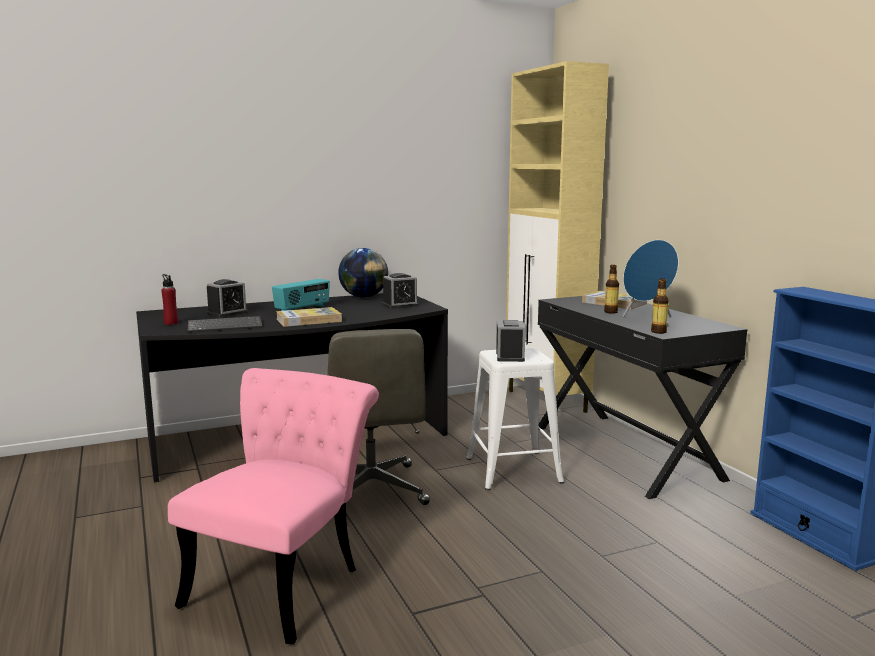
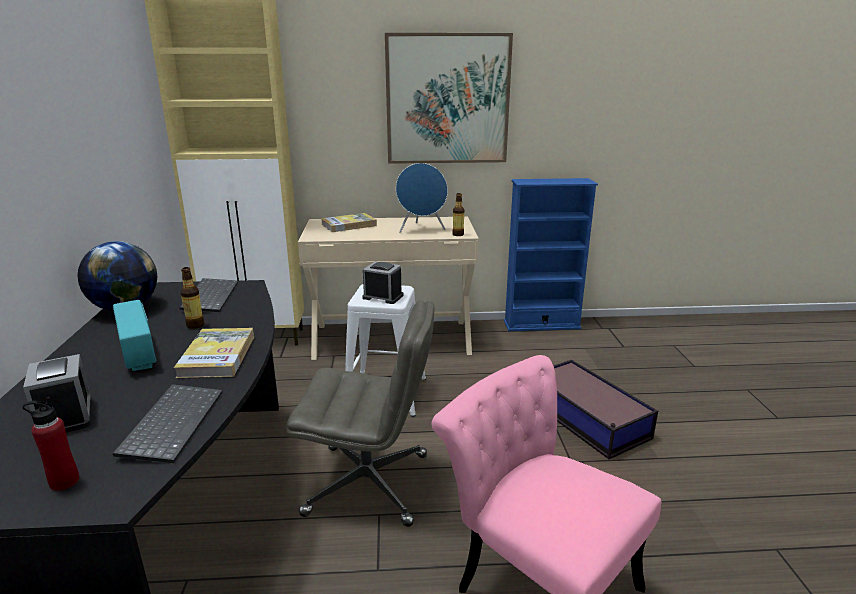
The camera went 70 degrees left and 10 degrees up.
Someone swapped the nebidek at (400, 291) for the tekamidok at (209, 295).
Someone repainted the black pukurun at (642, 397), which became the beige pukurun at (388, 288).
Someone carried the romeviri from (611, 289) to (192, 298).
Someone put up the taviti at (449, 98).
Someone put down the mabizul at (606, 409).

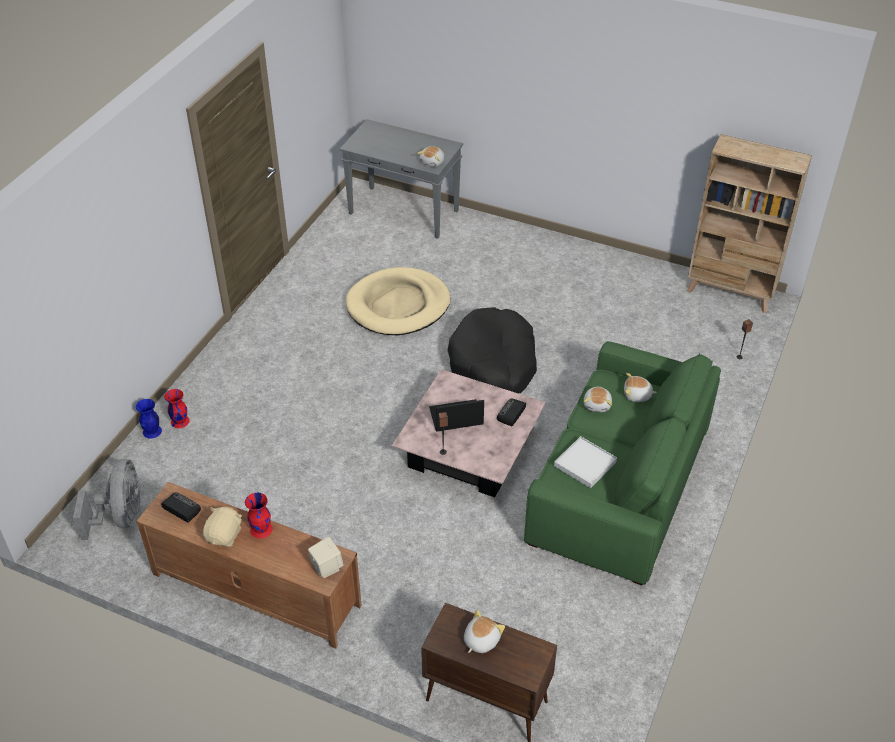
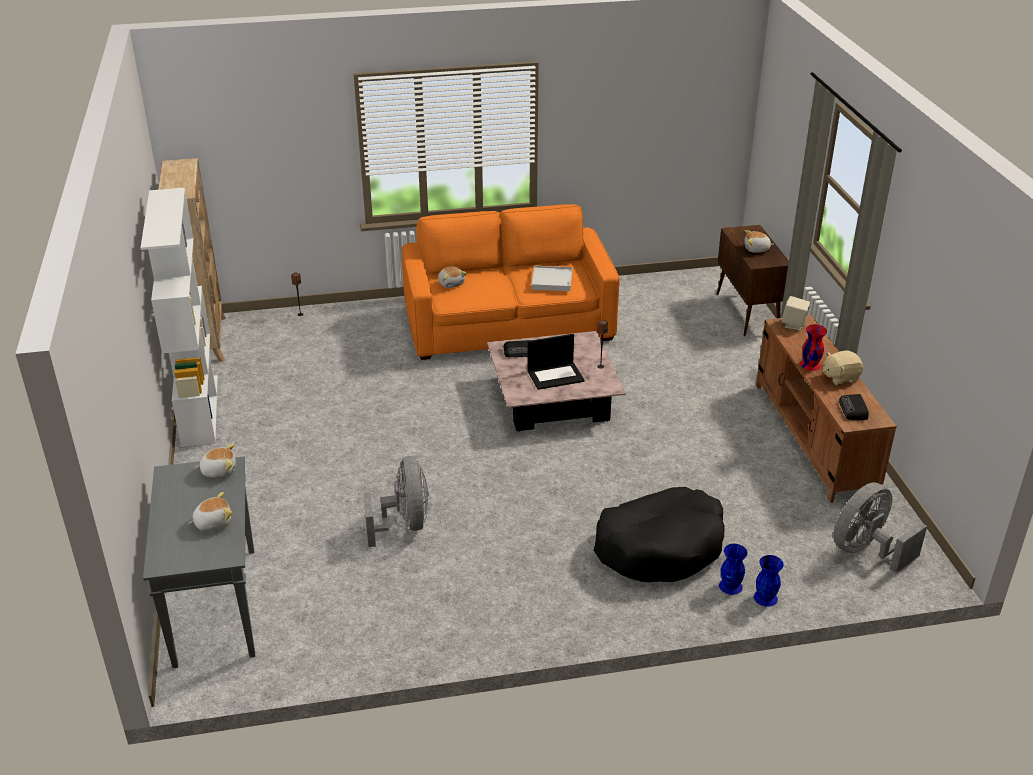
The camera went 125 degrees left and 10 degrees down.
Someone repainted the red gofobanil at (177, 408), which became the blue gofobanil at (733, 569).
Someone swapped the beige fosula at (398, 301) for the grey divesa at (396, 501).
Someone rotated the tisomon at (456, 415) by 60 degrees counterclockwise.
Someone carried the black fosula from (492, 350) to (659, 534).
Someone repainted the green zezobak at (622, 463), which became the orange zezobak at (511, 282).
Someone carried the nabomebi from (598, 399) to (210, 511).
Someone put down the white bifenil at (179, 317).

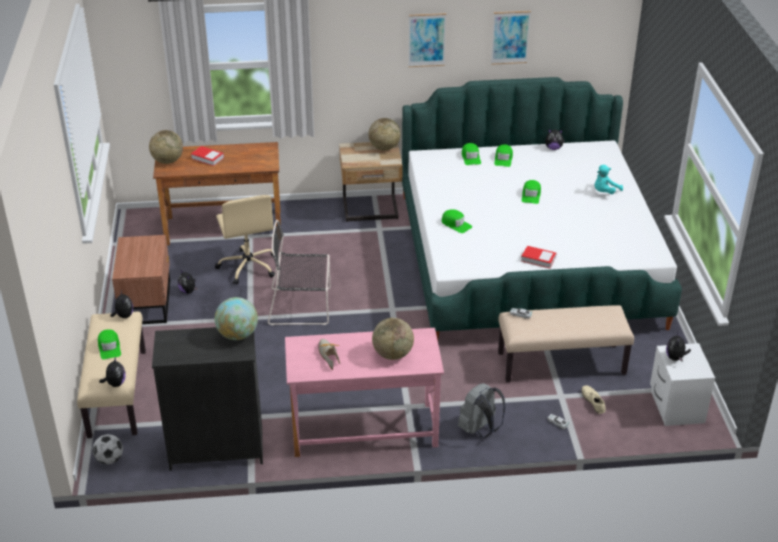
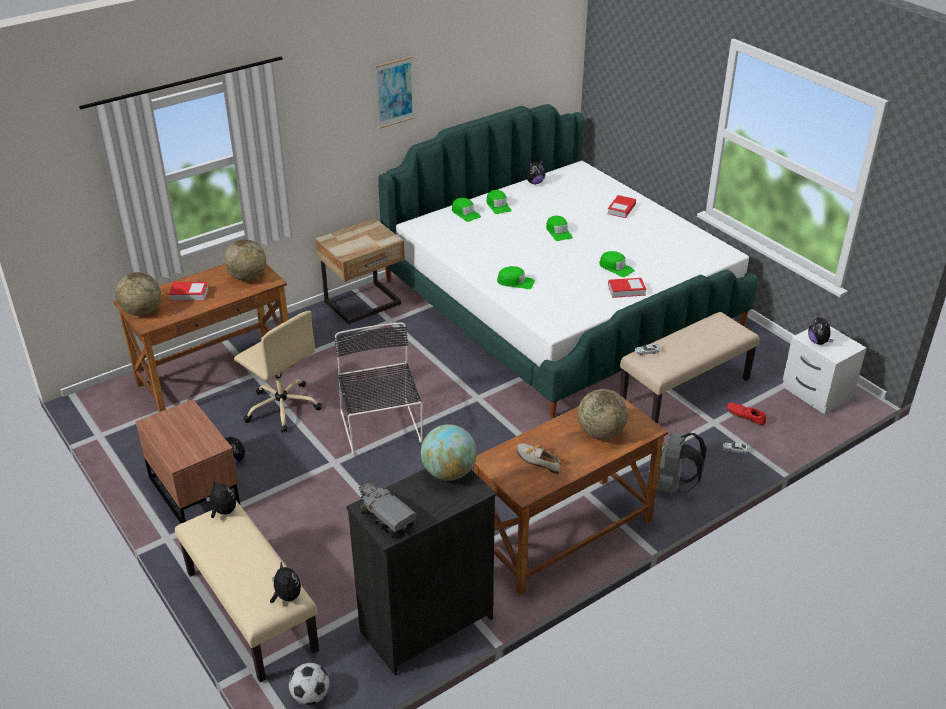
The camera went 30 degrees left and 0 degrees up.
Someone carried the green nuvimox from (109, 344) to (617, 264).
Someone rotated the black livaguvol at (299, 272) by 105 degrees clockwise.
Someone repainted the pink pukurun at (364, 392), which became the brown pukurun at (571, 493).
Someone carried the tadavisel from (384, 134) to (245, 260).
Someone took away the taviti at (511, 38).
Someone repainted the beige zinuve at (594, 399), which became the red zinuve at (746, 414).
Someone swapped the turquoise nabomebi at (608, 179) for the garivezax at (622, 206).
Someone put down the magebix at (387, 510).

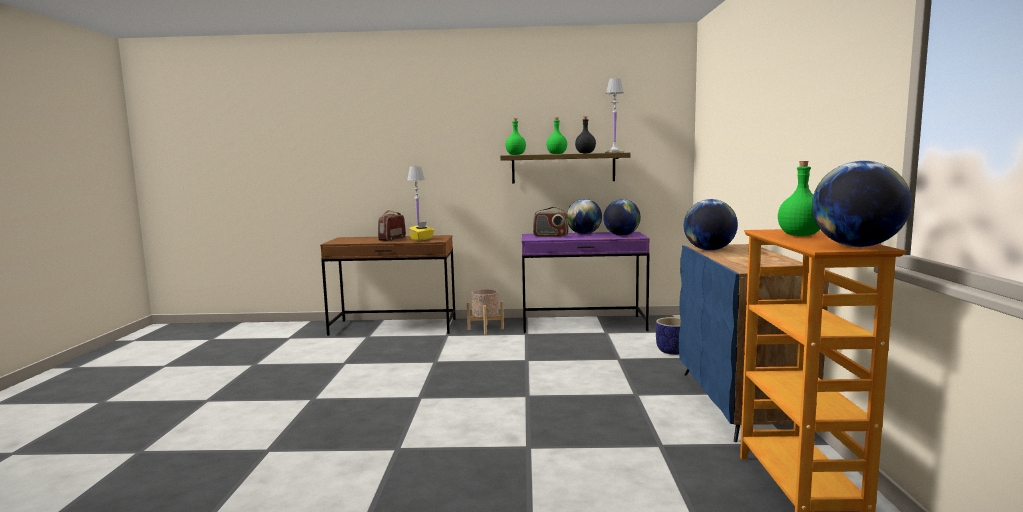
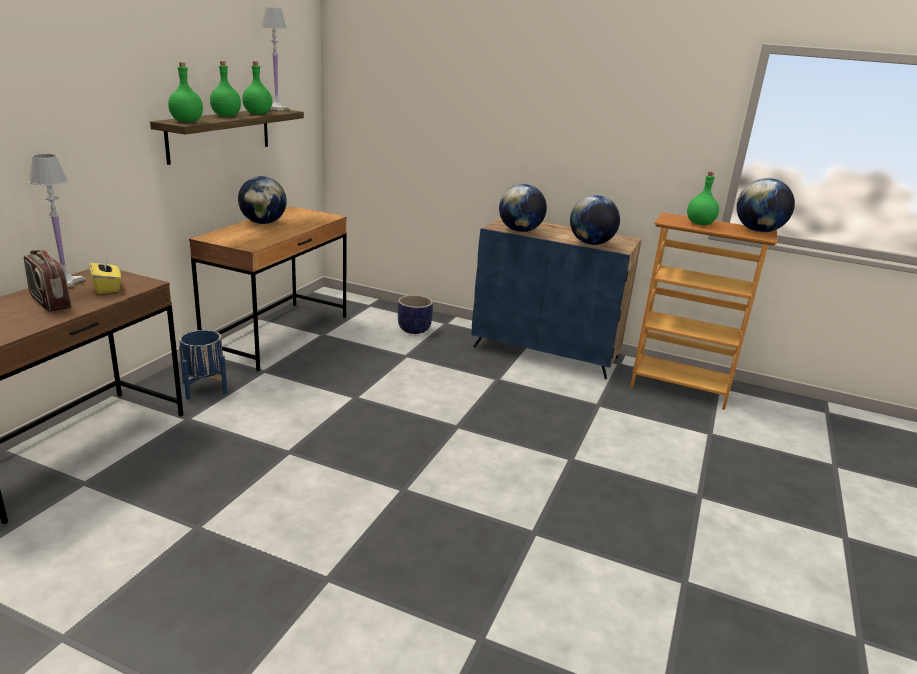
The camera went 70 degrees left and 15 degrees up.
Someone repainted the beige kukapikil at (485, 312), which became the blue kukapikil at (203, 364).
Someone repainted the purple pukurun at (586, 282), which became the brown pukurun at (268, 288).
Someone took away the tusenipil at (551, 222).
Someone repainted the black romeviri at (585, 135), which became the green romeviri at (257, 87).
Someone carried the tadavisel from (622, 217) to (595, 220).

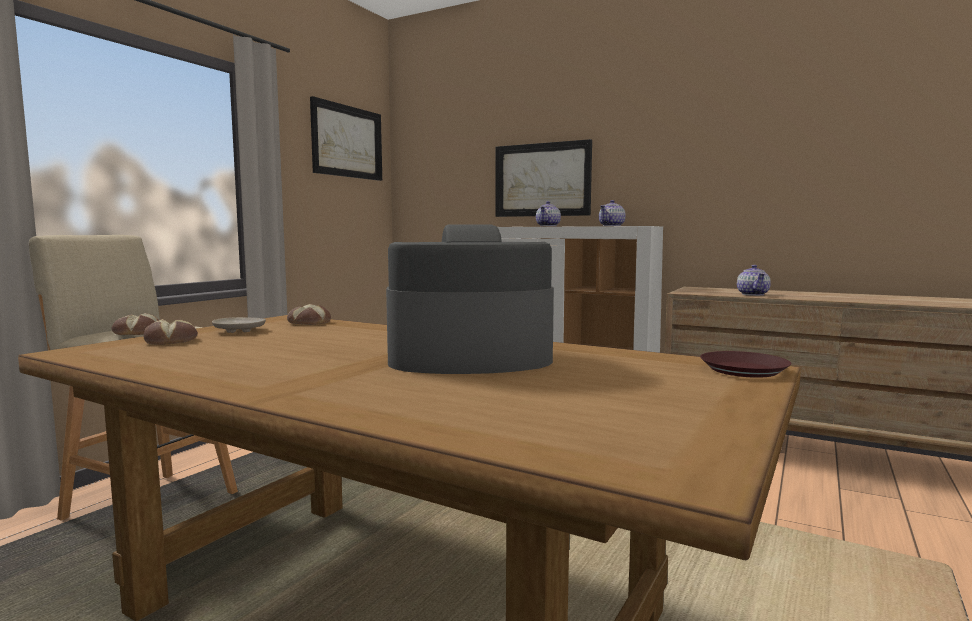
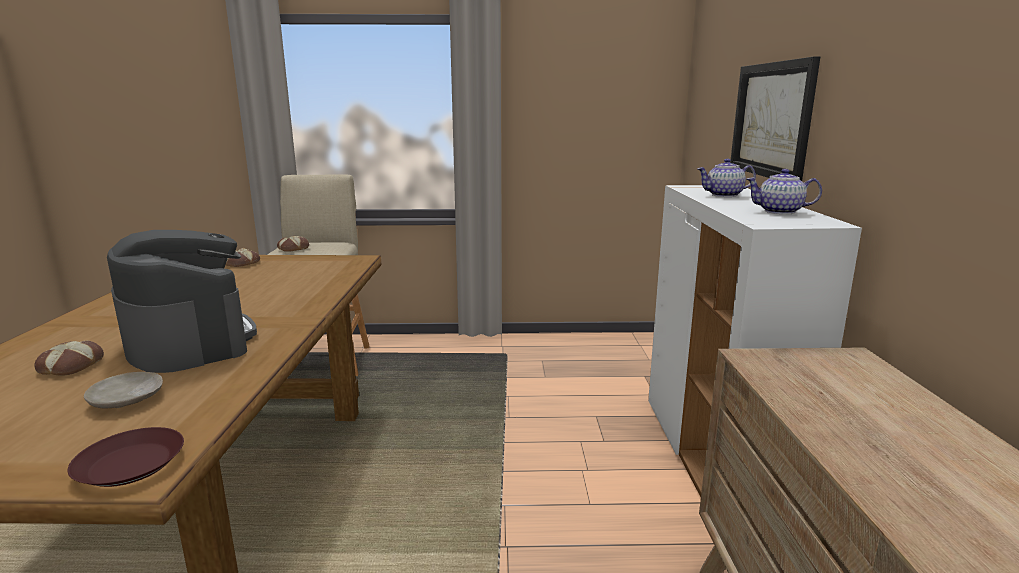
The camera went 60 degrees right and 10 degrees up.
Someone carried the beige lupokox from (239, 325) to (123, 390).
Someone carried the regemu from (309, 314) to (69, 357).
Someone took away the taviti at (346, 138).
Someone took away the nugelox at (754, 280).

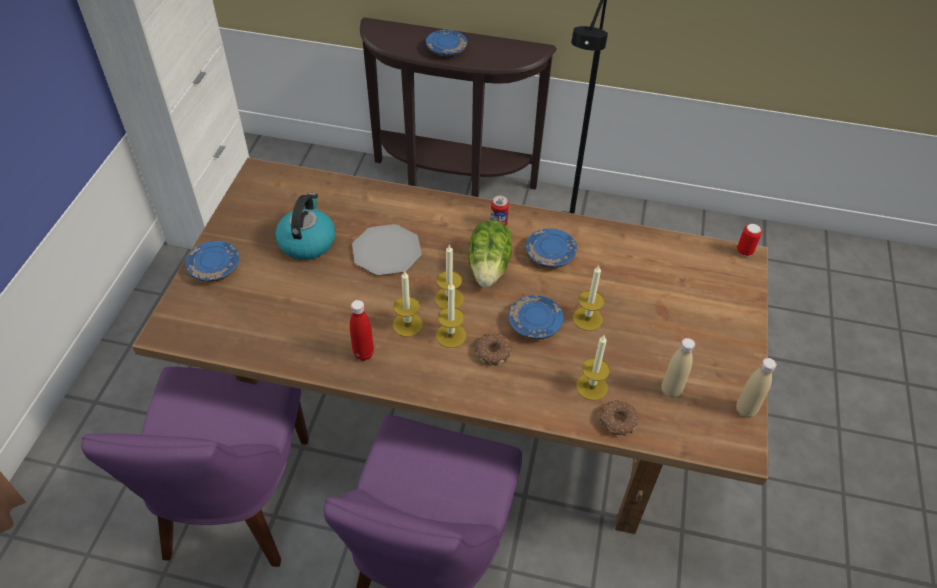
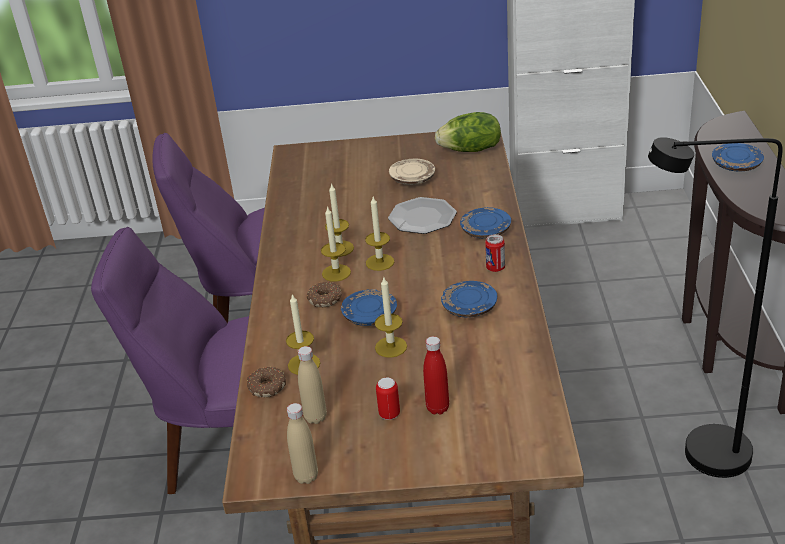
The camera went 80 degrees right and 15 degrees down.
Someone carried the blue lupokox from (212, 261) to (485, 222).
Someone swapped the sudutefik at (305, 226) for the beige lupokox at (412, 171).
Someone carried the red romeviri from (362, 330) to (436, 375).
Someone carried the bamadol from (490, 254) to (468, 132).
Someone carried the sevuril from (749, 240) to (388, 398).

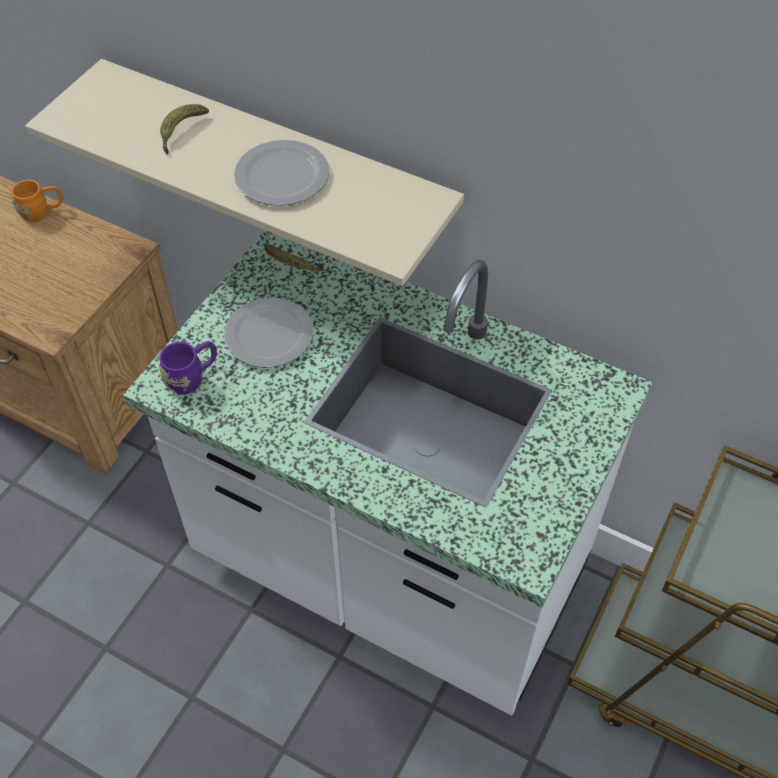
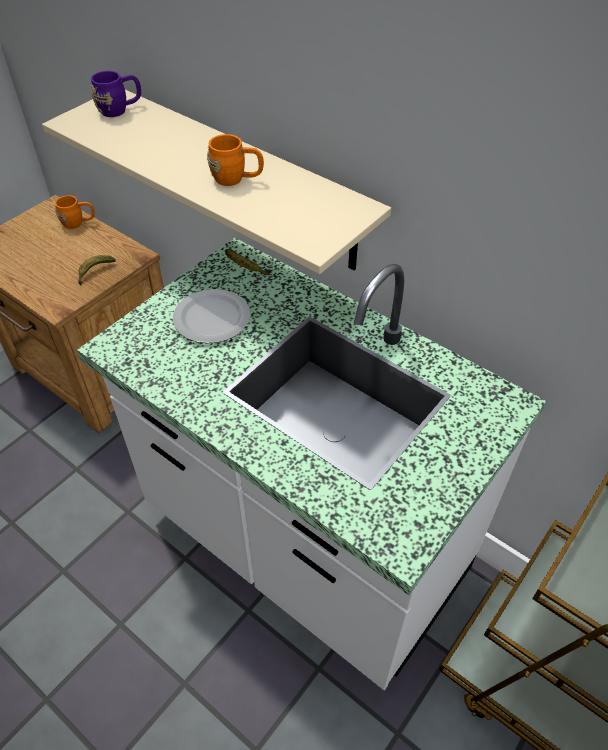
The camera went 10 degrees right and 5 degrees down.
Someone carried the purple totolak from (188, 368) to (116, 94).
Someone carried the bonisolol from (184, 129) to (97, 270).
Someone swapped the lupokox at (282, 173) for the orange totolak at (235, 160).

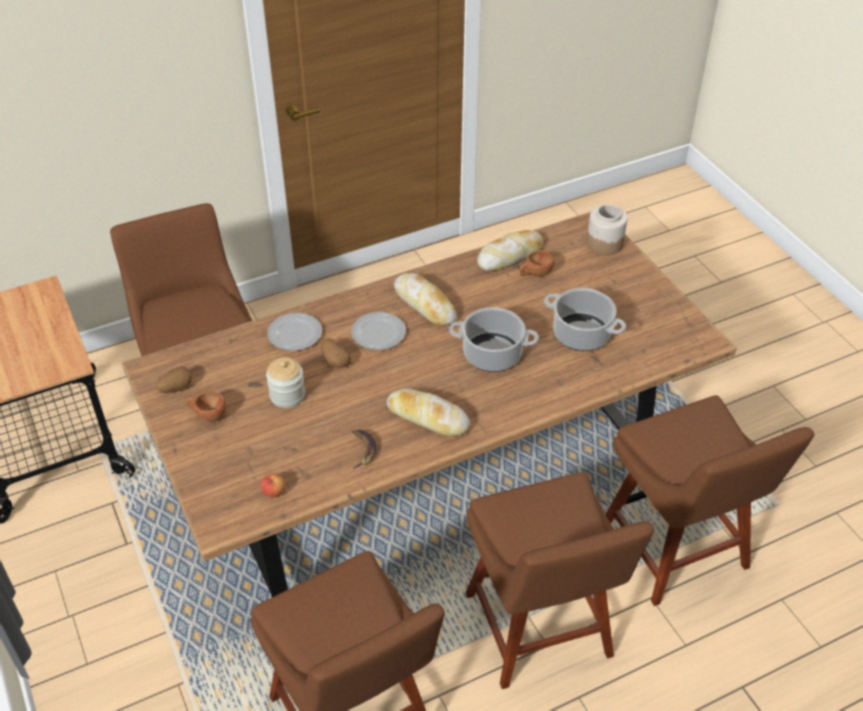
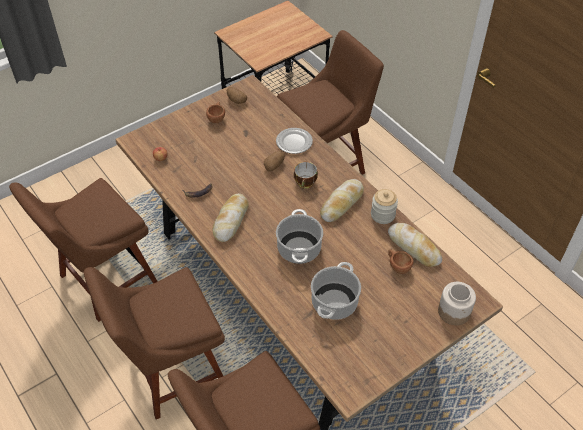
The camera went 80 degrees right and 5 degrees up.
Someone carried the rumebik from (285, 382) to (384, 206).
Someone swapped the lupokox at (378, 331) for the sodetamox at (306, 175).

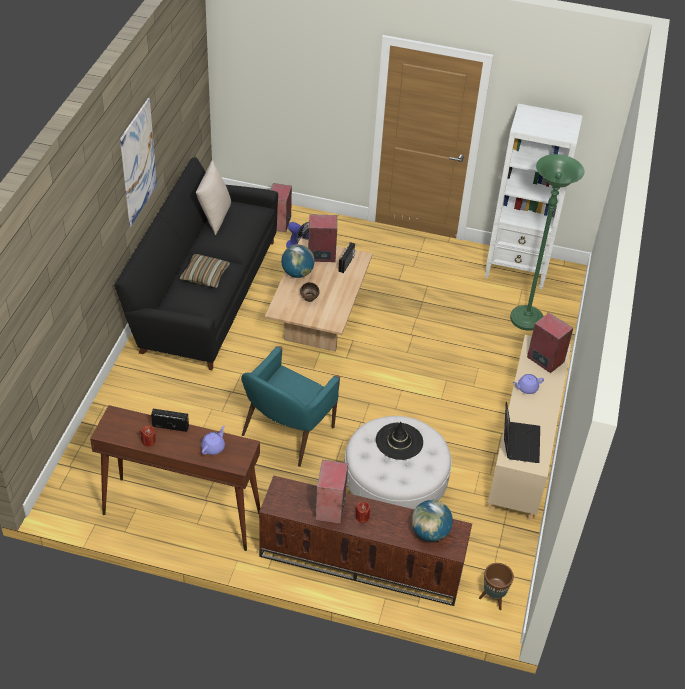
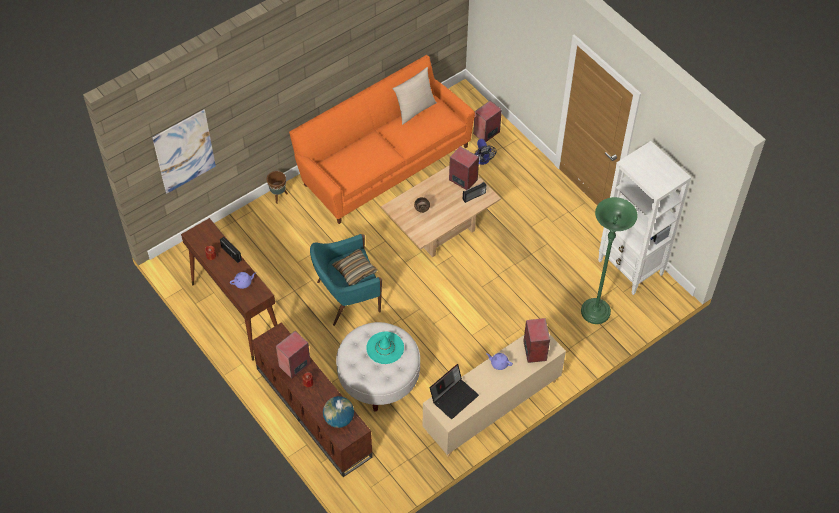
The camera went 40 degrees right and 10 degrees up.
Someone repainted the black zezobak at (196, 264), which became the orange zezobak at (382, 139).
Someone carried the taviti from (138, 162) to (184, 151).
Someone carried the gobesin from (204, 271) to (354, 267).
Someone took away the tadavisel at (298, 261).
Someone repainted the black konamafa at (399, 441), which became the turquoise konamafa at (385, 348).
Someone carried the brown kukapikil from (496, 586) to (277, 187).

